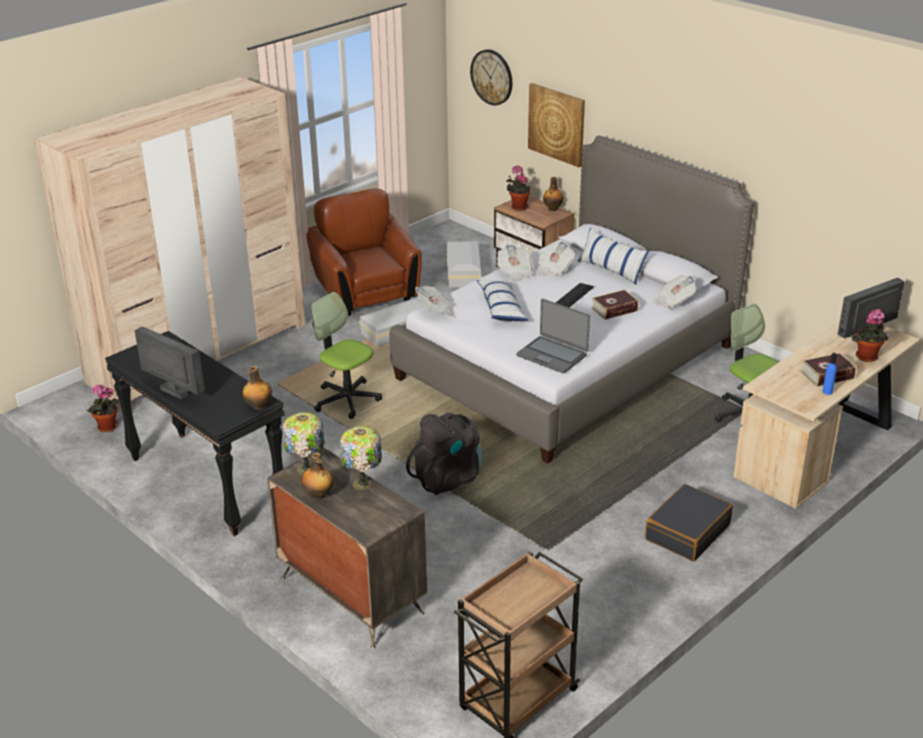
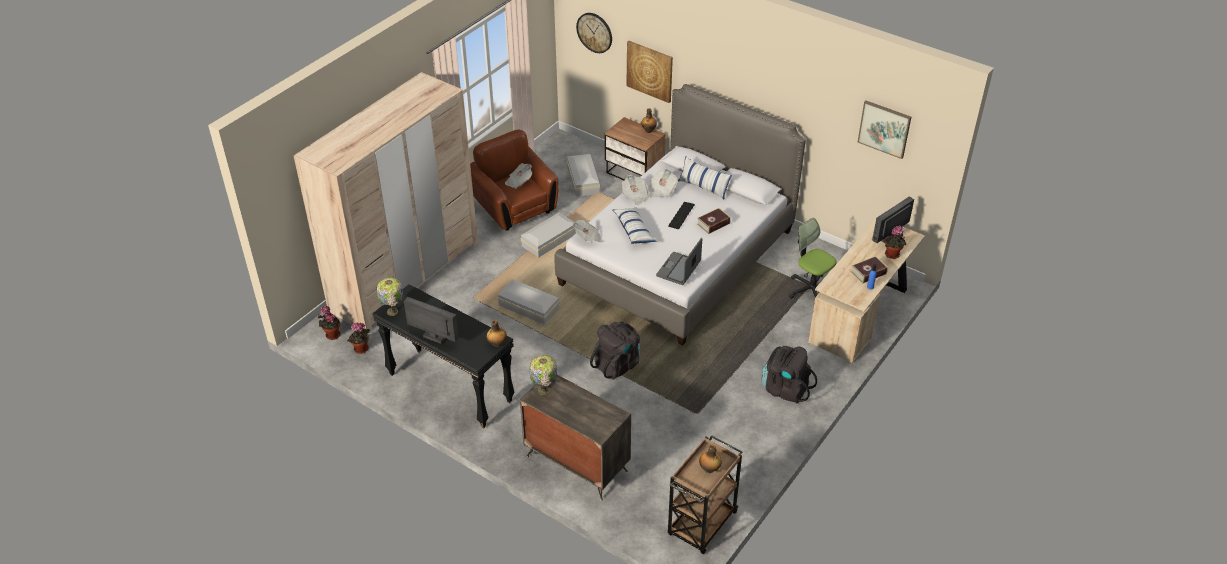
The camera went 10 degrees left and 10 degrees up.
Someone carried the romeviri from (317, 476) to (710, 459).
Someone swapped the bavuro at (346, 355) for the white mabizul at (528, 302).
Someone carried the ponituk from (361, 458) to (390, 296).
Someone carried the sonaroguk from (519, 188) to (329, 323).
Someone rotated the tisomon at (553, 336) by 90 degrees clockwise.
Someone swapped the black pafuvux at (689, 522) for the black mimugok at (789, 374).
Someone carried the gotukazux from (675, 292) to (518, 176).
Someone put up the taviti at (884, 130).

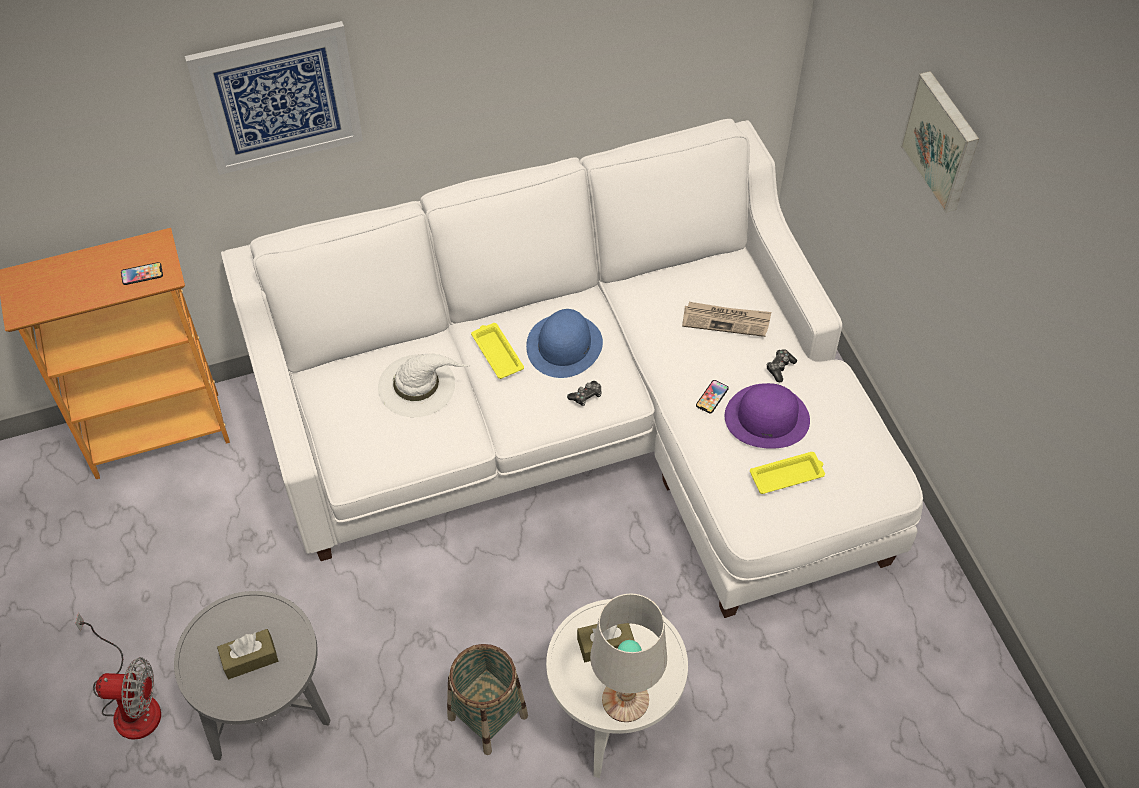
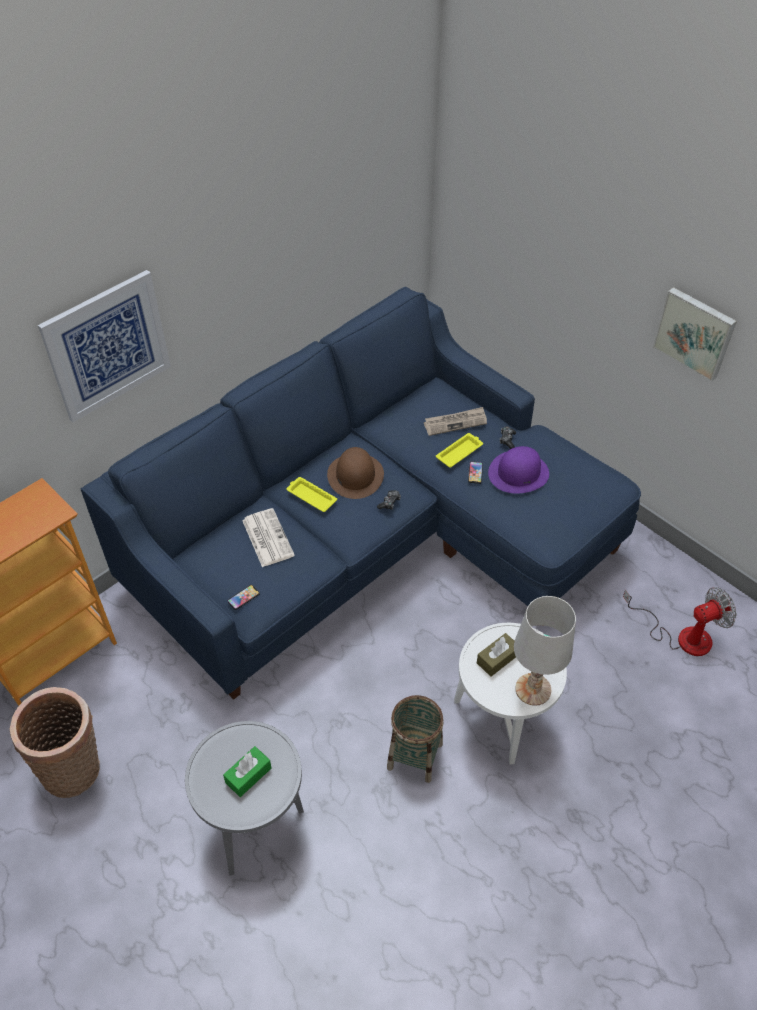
The camera went 25 degrees left and 5 degrees down.
Someone carried the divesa from (118, 676) to (680, 621).
Someone carried the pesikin from (142, 273) to (244, 597).
Someone repainted the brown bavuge at (247, 654), which became the green bavuge at (247, 771).
Someone repainted the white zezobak at (572, 368), which became the blue zezobak at (361, 493).
Someone swapped the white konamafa at (424, 385) for the gotukazux at (268, 537).
Someone repainted the blue konamafa at (564, 343), which became the brown konamafa at (355, 473).
Someone carried the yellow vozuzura from (787, 473) to (459, 450).
Someone carried the taviti from (940, 142) to (695, 334).
Someone put down the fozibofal at (55, 742).

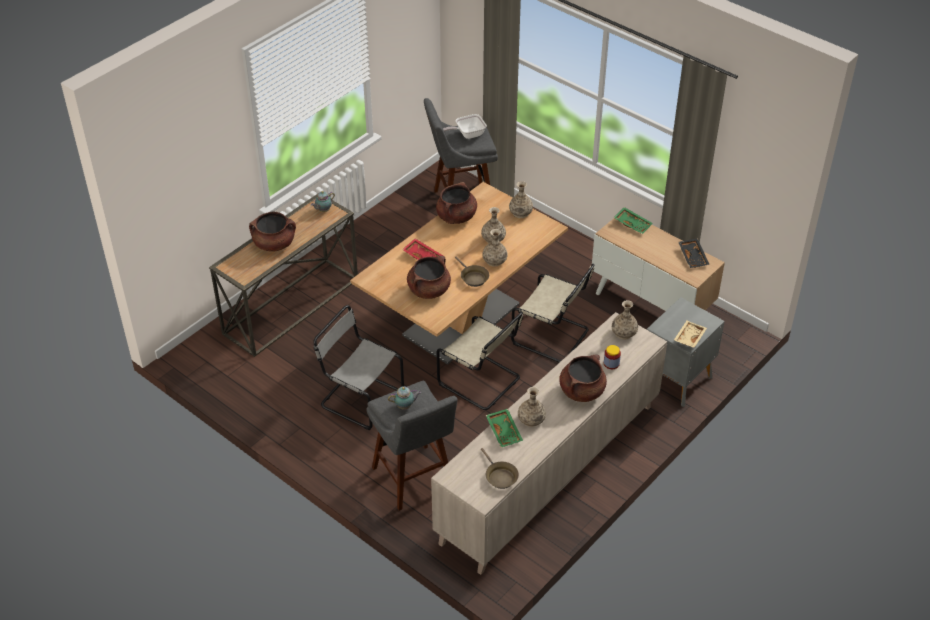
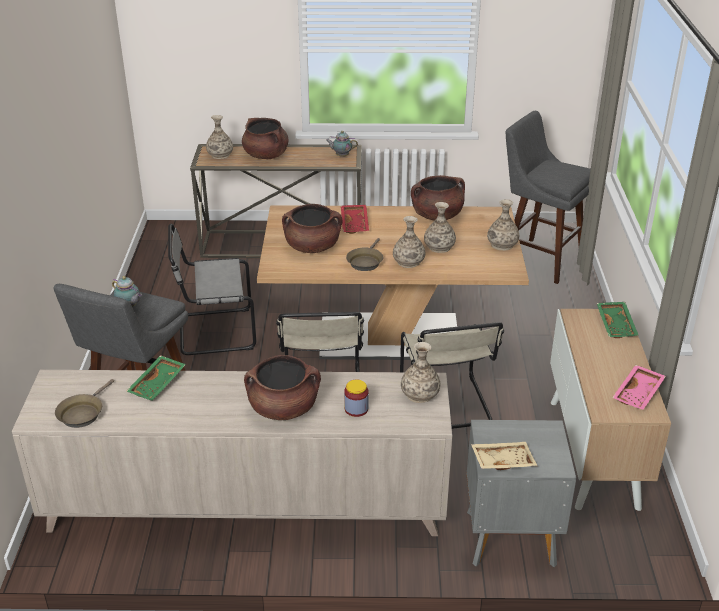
The camera went 50 degrees right and 10 degrees down.
Someone rotated the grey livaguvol at (358, 367) by 90 degrees counterclockwise.
Someone took away the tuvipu at (465, 126).
Someone carried the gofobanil from (532, 407) to (219, 137).
Someone repainted the black vozuzura at (693, 253), which became the pink vozuzura at (639, 387).

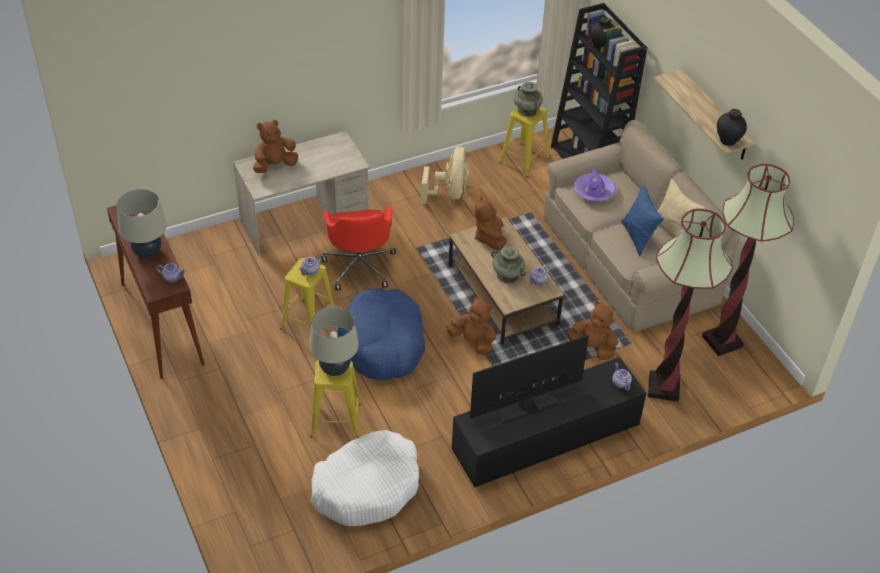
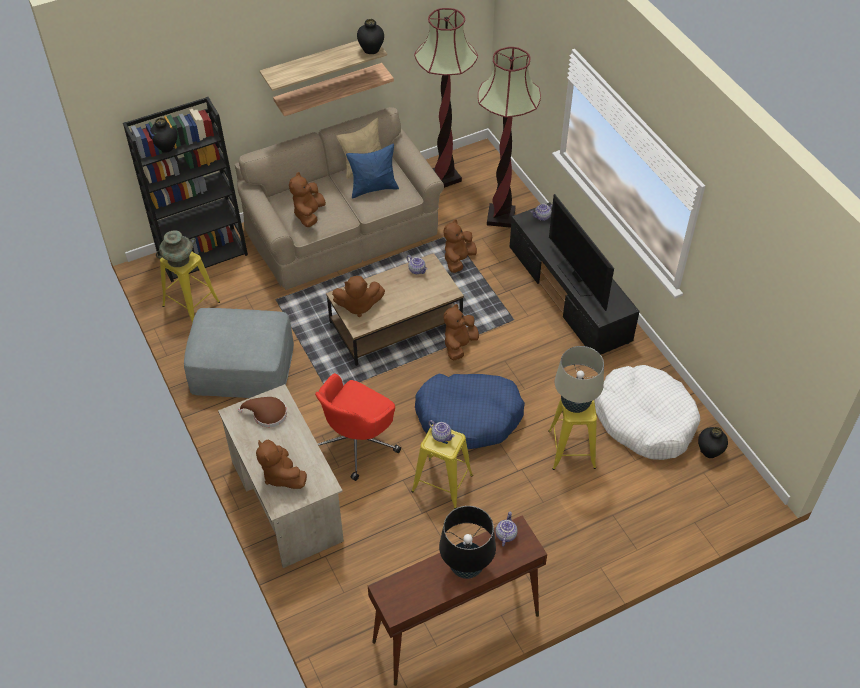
The camera went 90 degrees left and 5 degrees up.
Someone repainted the beige ponituk at (142, 223), which became the black ponituk at (467, 542).
Someone rotated the red bavuro at (358, 248) by 135 degrees clockwise.
Someone swapped the beige divesa at (445, 175) for the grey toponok at (239, 353).
Someone took away the turquoise gofobanil at (508, 264).
Someone swapped the purple konamafa at (595, 185) for the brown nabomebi at (307, 199).
Someone put down the brown konamafa at (262, 412).
Someone put up the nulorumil at (333, 89).
Someone put down the black gofobanil at (713, 442).

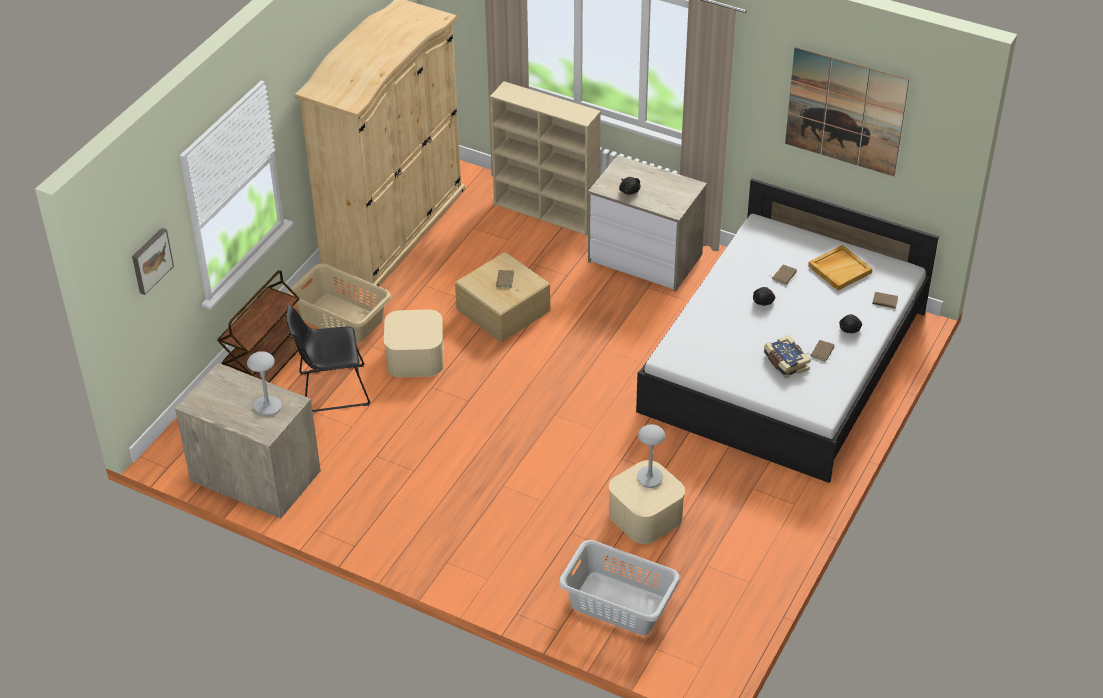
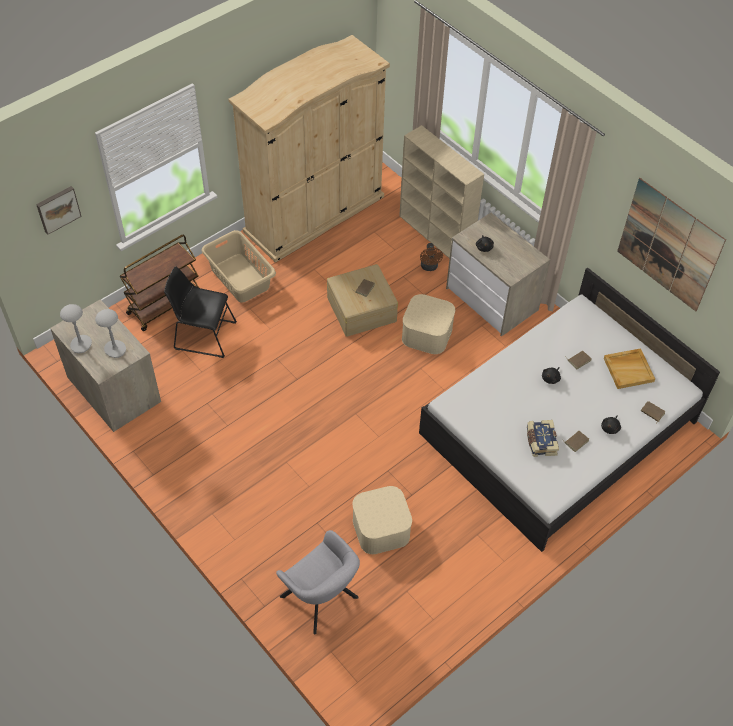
The camera went 20 degrees right and 10 degrees up.
Someone carried the beige mabizul from (414, 343) to (428, 324).
Someone swapped the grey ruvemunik at (619, 587) for the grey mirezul at (318, 582).
Someone carried the grey ponituk from (651, 456) to (76, 329).
Someone put down the brown divesa at (431, 257).

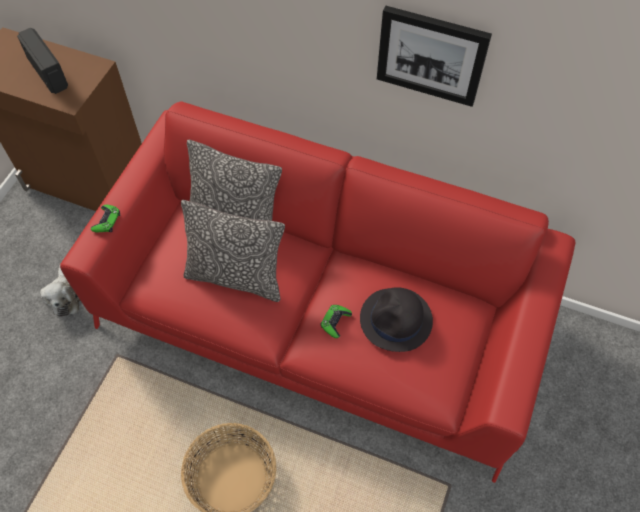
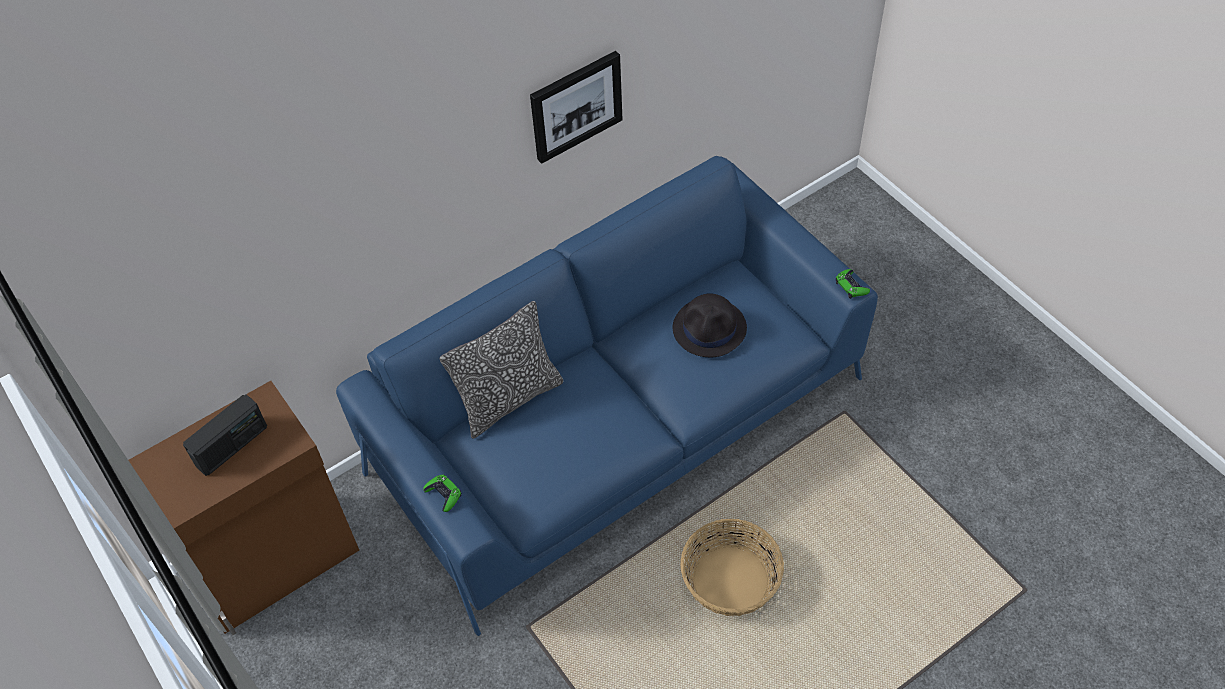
The camera went 55 degrees left and 5 degrees down.
Someone rotated the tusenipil at (42, 61) by 135 degrees clockwise.
Someone took away the nabomebi at (60, 291).
Someone repainted the red zezobak at (317, 292), which became the blue zezobak at (607, 396).
Someone took away the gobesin at (233, 251).
Someone carried the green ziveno from (336, 321) to (853, 284).

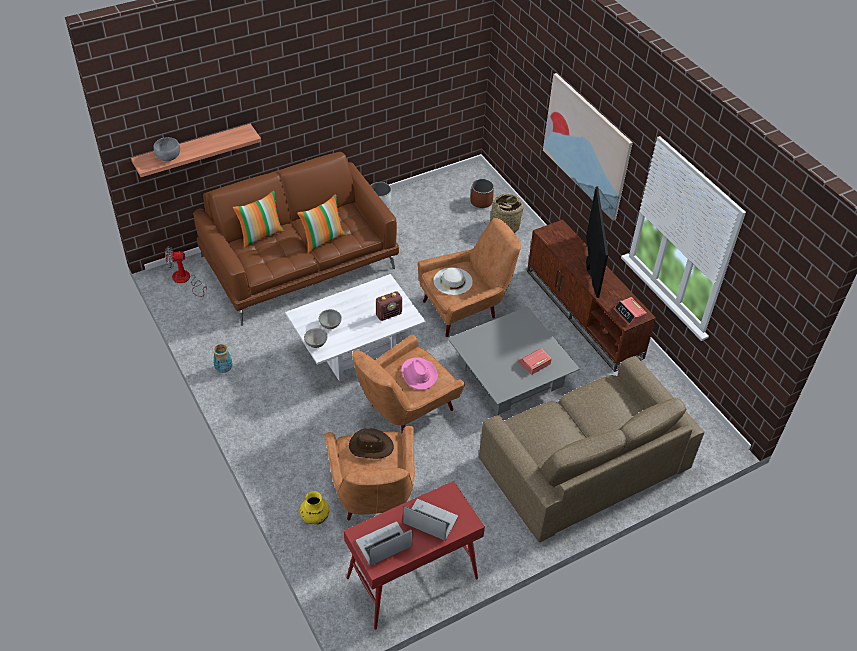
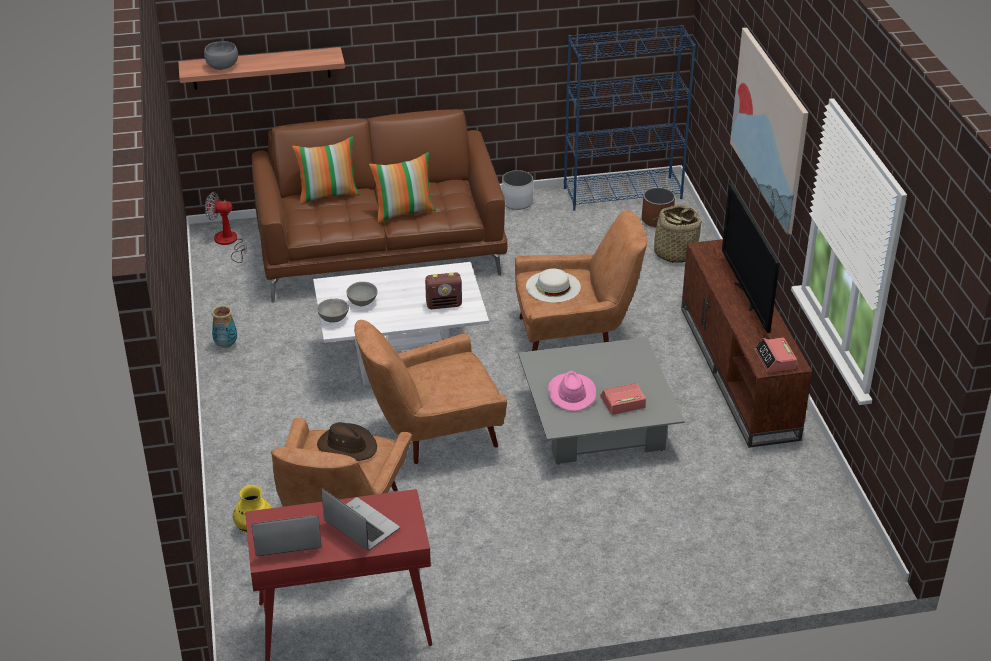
The camera went 20 degrees right and 10 degrees down.
Someone carried the pink konamafa from (419, 374) to (572, 391).
Someone took away the brown zezobak at (592, 449).
Someone rotated the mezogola at (597, 242) by 150 degrees clockwise.
Someone put down the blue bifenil at (630, 117).

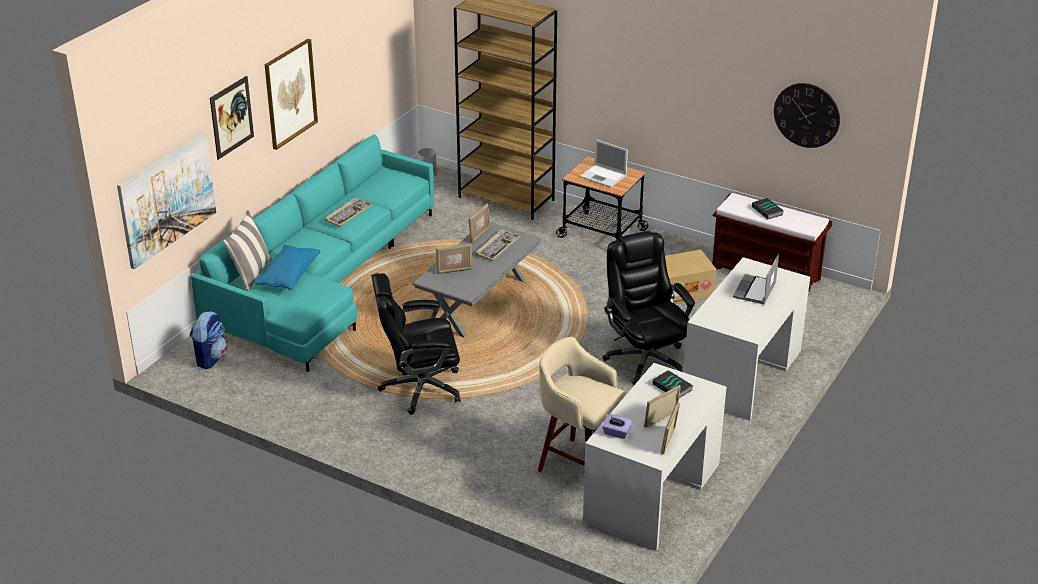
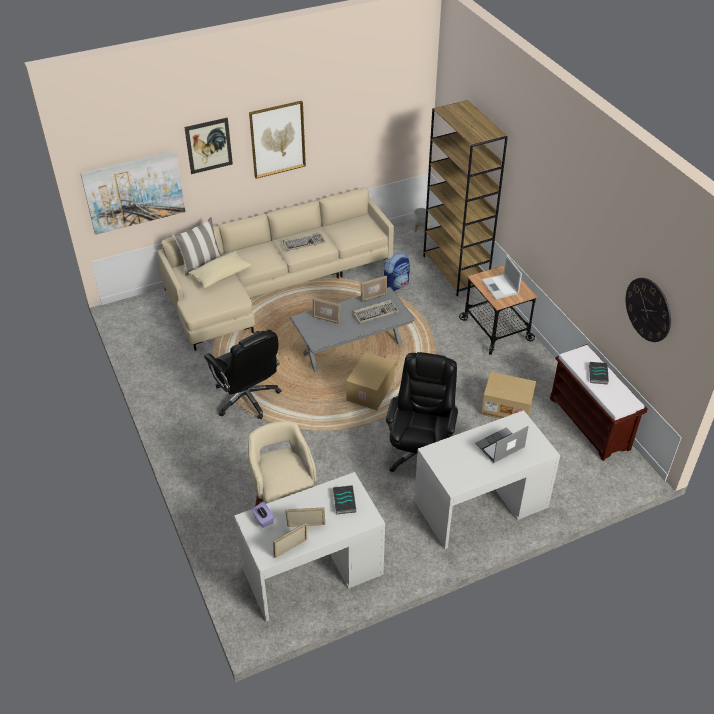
The camera went 35 degrees right and 10 degrees up.
Someone carried the mimugok from (208, 340) to (397, 272).
Someone repainted the turquoise zezobak at (312, 253), which became the beige zezobak at (275, 269).
Someone repainted the blue gobesin at (287, 267), which became the beige gobesin at (220, 269).
Someone rotated the black bavuro at (416, 344) by 150 degrees counterclockwise.
Someone put down the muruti at (370, 381).

